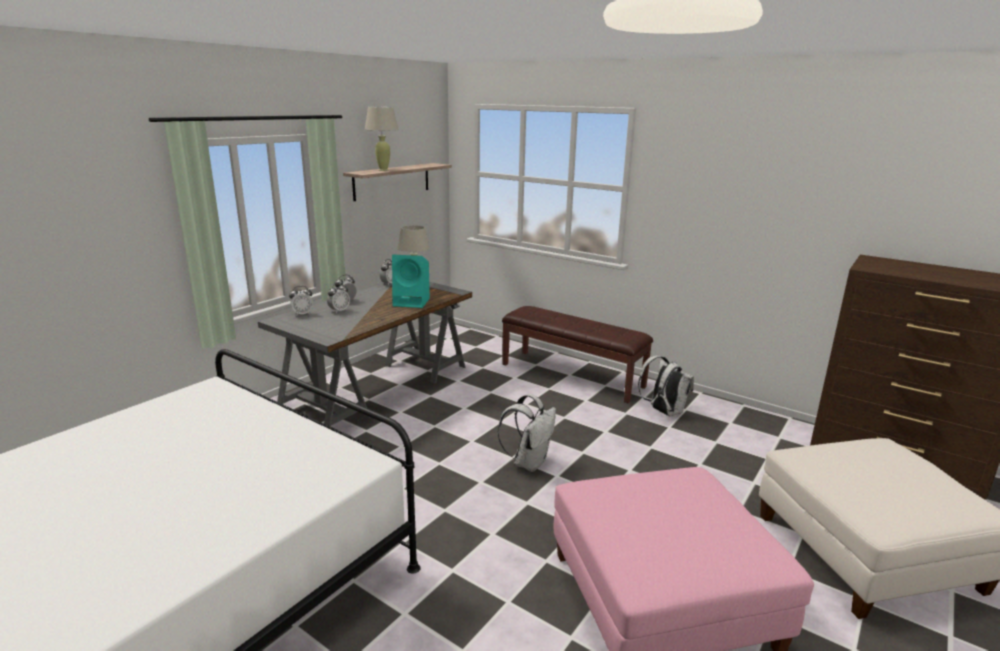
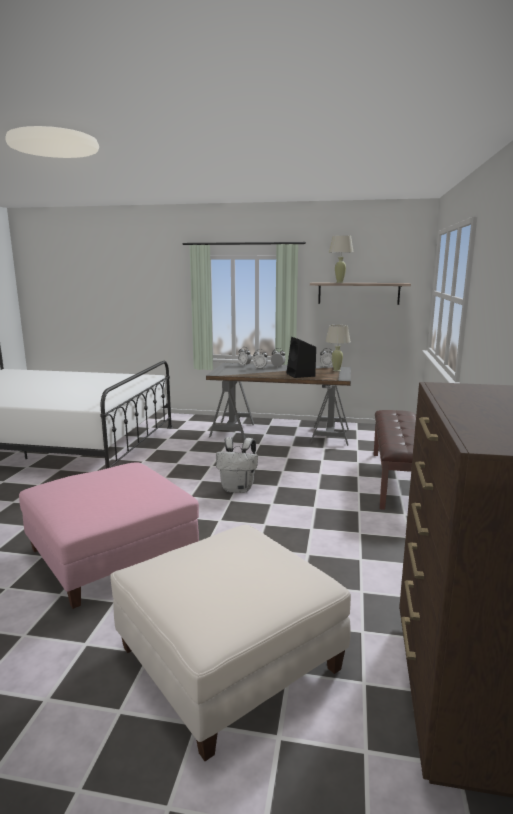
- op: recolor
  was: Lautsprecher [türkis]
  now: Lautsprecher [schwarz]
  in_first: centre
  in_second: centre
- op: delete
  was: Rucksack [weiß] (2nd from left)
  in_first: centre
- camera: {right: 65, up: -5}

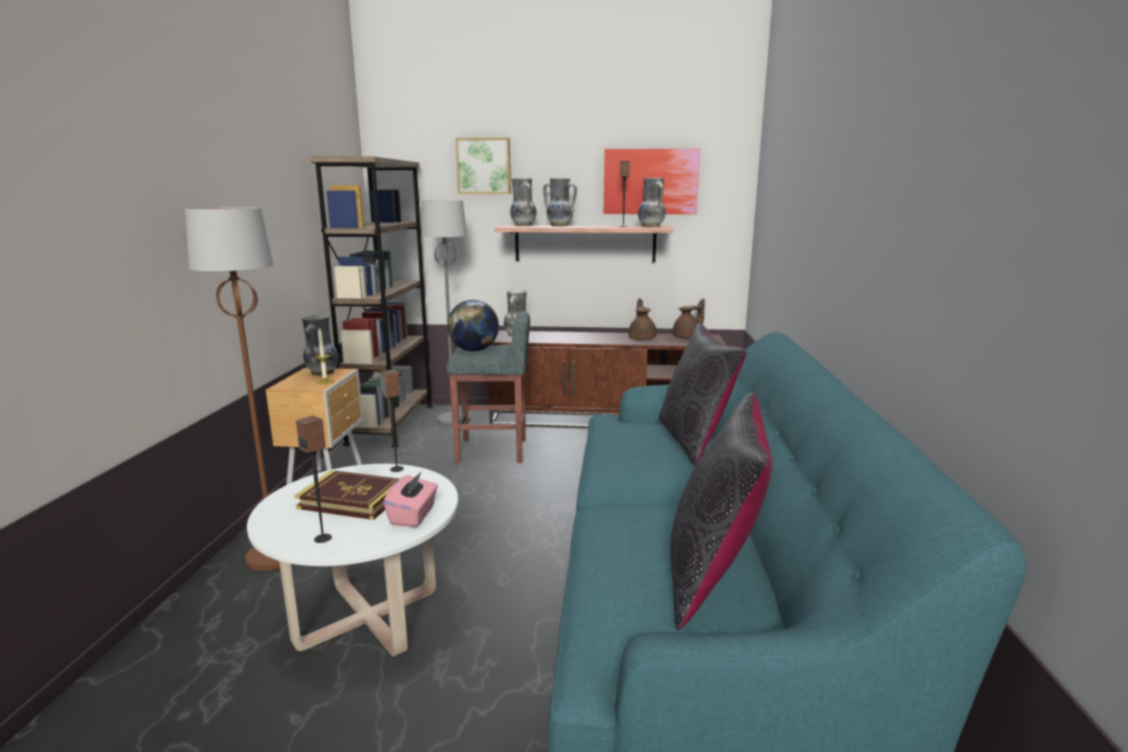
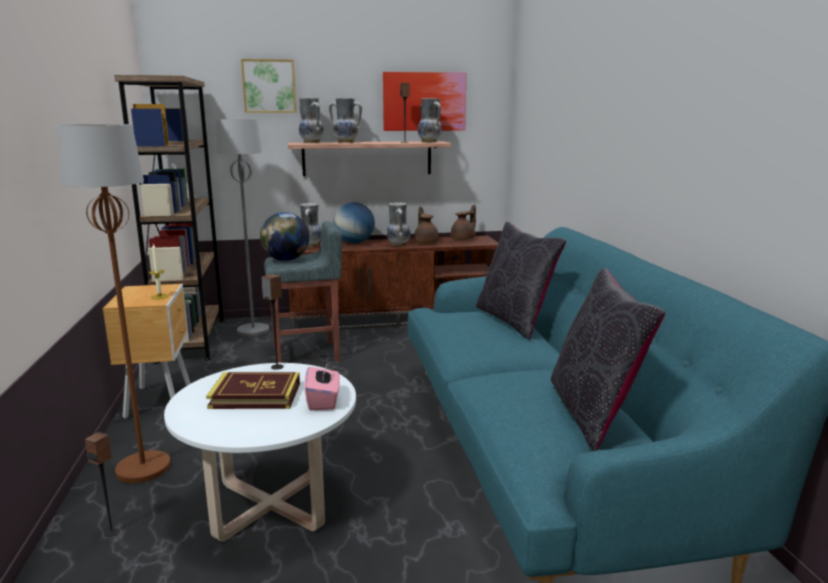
- op: move
  was: Lautsprecher (1st from left)
  in_first: middle left
  in_second: bottom left
- op: move
  was: Vase (1st from left in the first image)
  now: Vase (4th from left)
  in_first: middle left
  in_second: centre
- op: insert
  now: Globus (2nd from left)
  in_second: centre
- camera: {right: -15, up: 0}

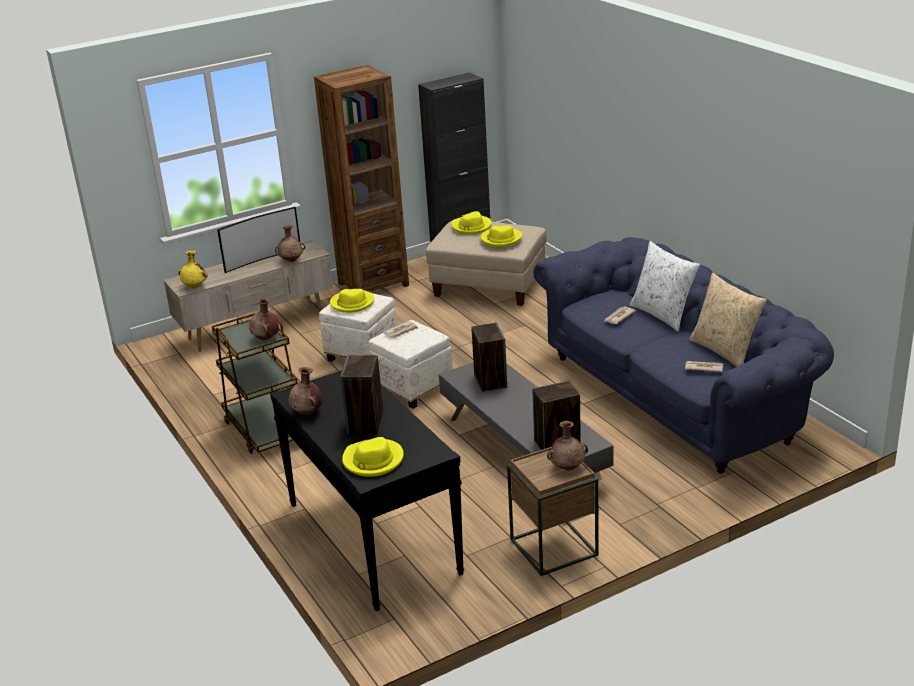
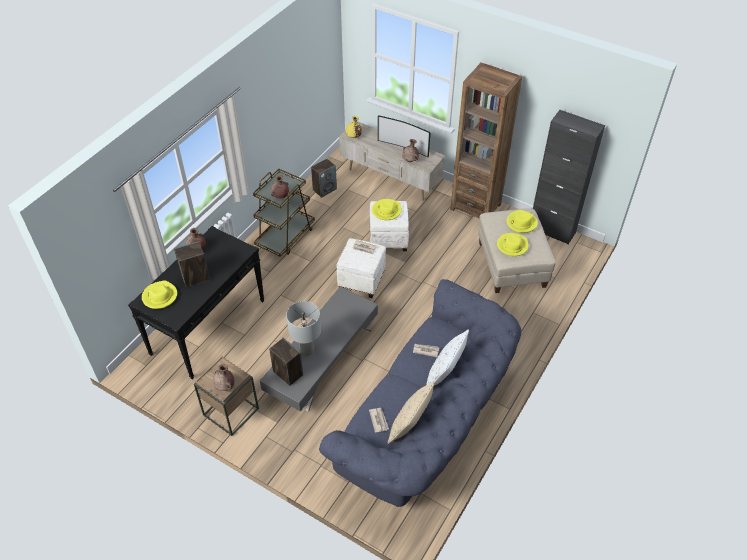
- op: move
  was: Lautsprecher (2nd from left in the first image)
  now: Lautsprecher (3rd from left)
  in_first: centre
  in_second: top centre
- op: insert
  now: Tischlampe [grau]
  in_second: centre
- camera: {right: 60, up: 20}

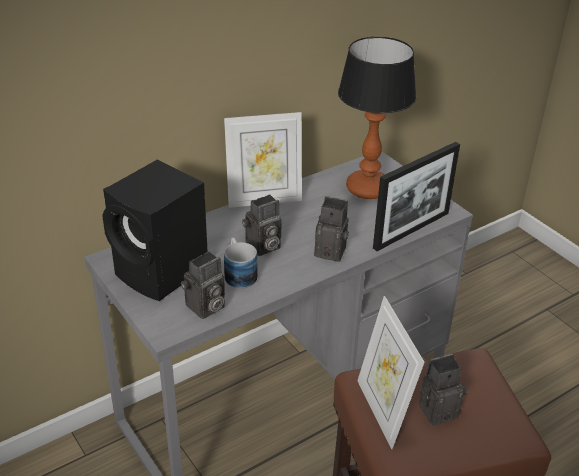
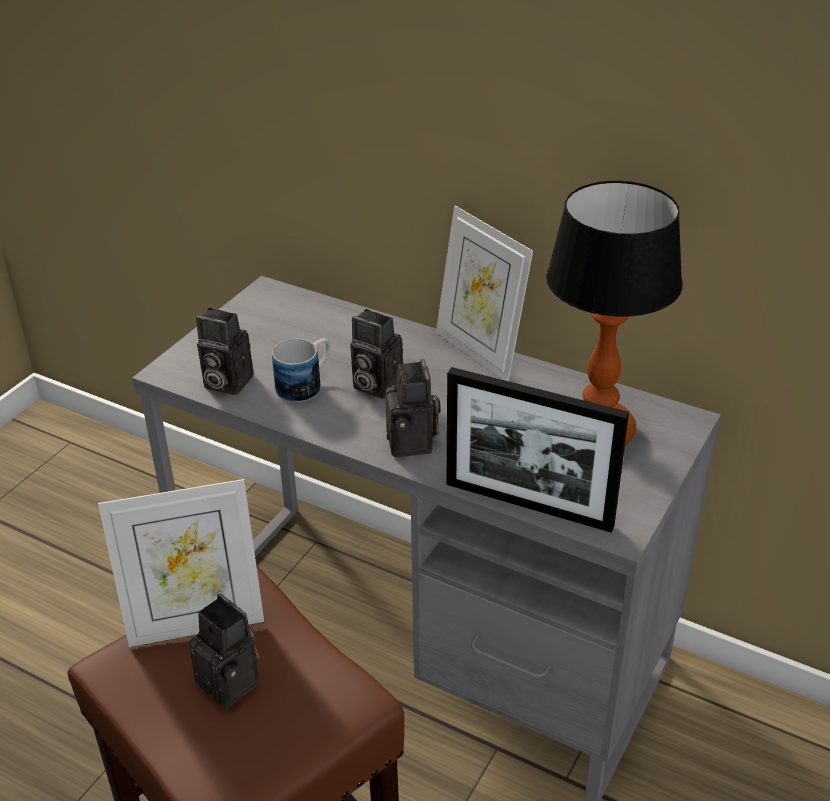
- op: delete
  was: Lautsprecher [schwarz]
  in_first: middle left
- op: rotate
  was: Bilderrahmen (2nd from left in the first image)
  in_first: bottom right
  in_second: bottom left
  clockwise: -150
- camera: {right: 65, up: 0}

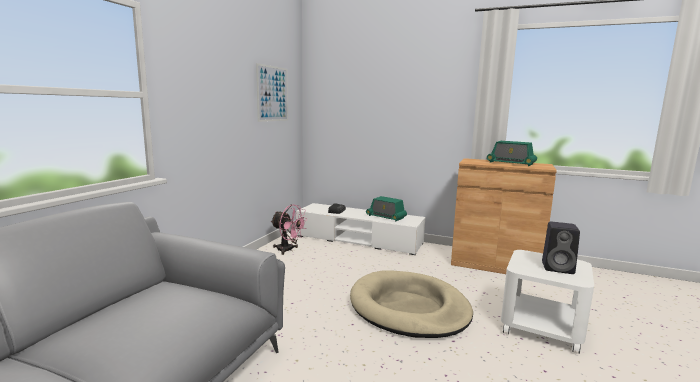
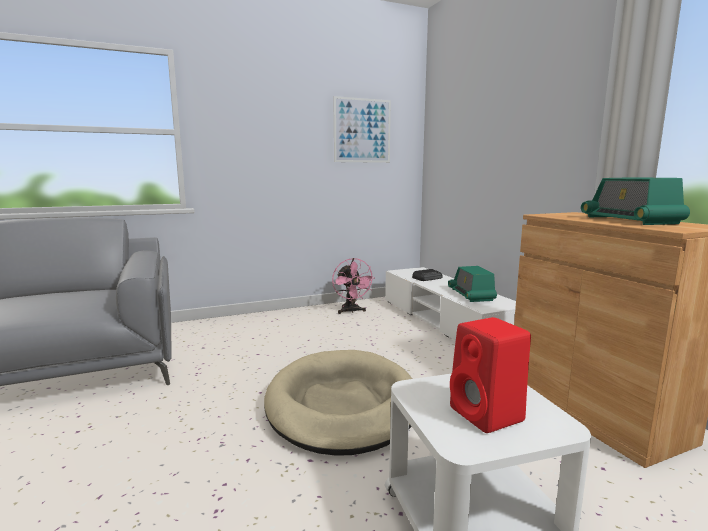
- op: recolor
  was: Lautsprecher [schwarz]
  now: Lautsprecher [rot]
  in_first: middle right
  in_second: bottom right
- camera: {right: 45, up: 0}

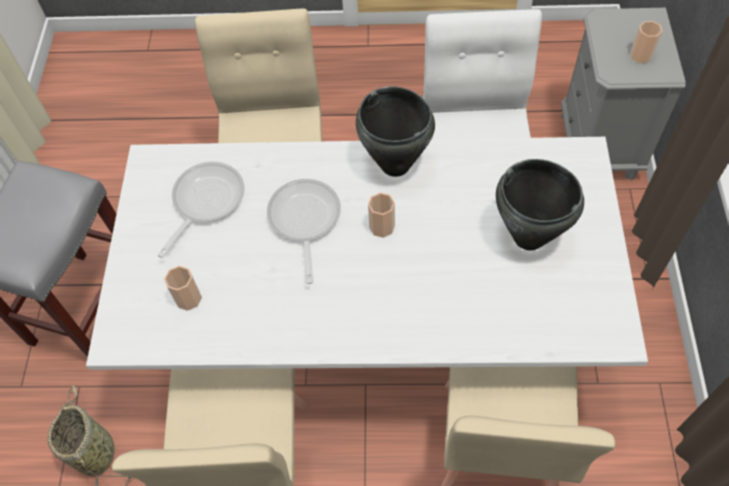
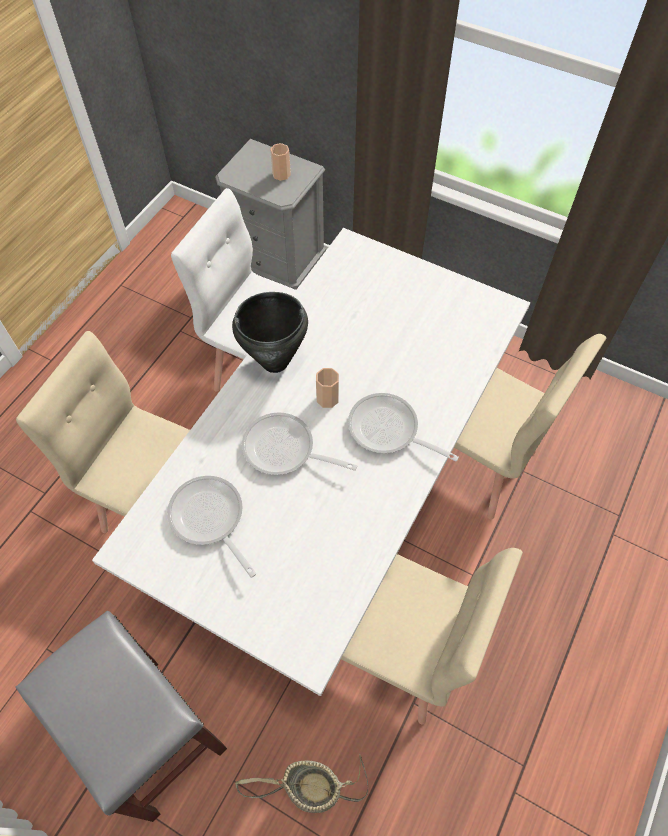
- op: delete
  was: Tasse (1st from left)
  in_first: middle left
- op: delete
  was: Kochtopf [schwarz] (2nd from left)
  in_first: middle right
- op: insert
  now: Pfanne (3rd from left)
  in_second: centre
- camera: {right: -65, up: 0}

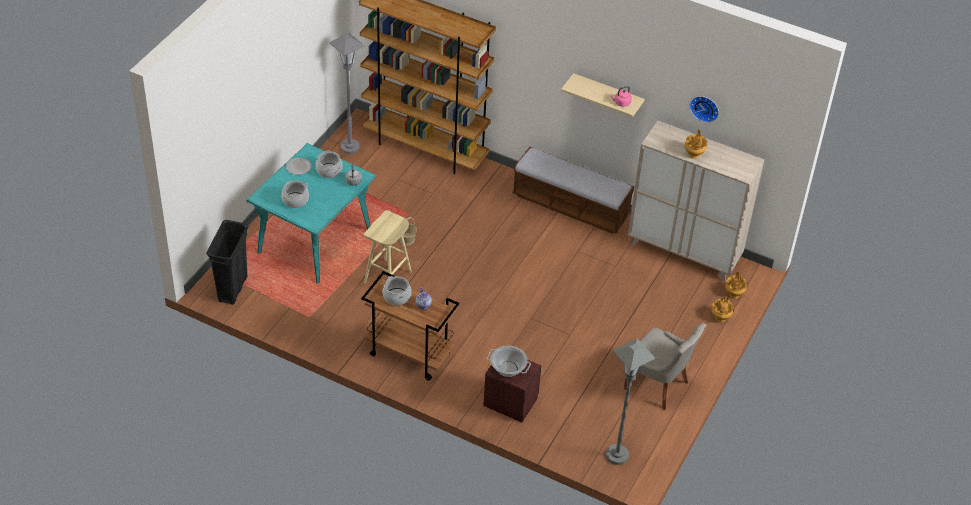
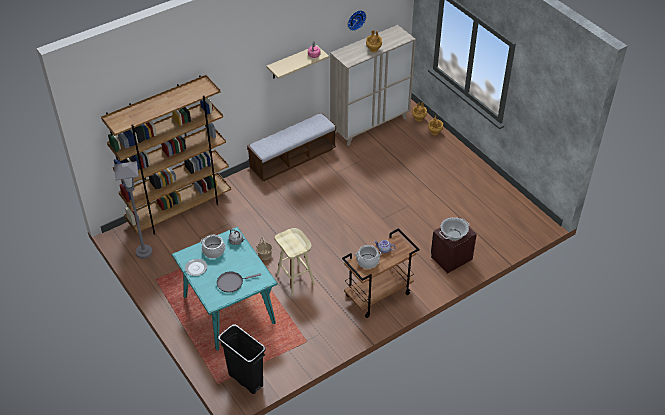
- op: replace
  was: Kochtopf (1st from left)
  now: Pfanne [grau]
  in_first: middle left
  in_second: bottom centre
- op: delete
  was: Stehlampe [grau] (2nd from left)
  in_first: bottom centre
- op: delete
  was: Stuhl [grau]
  in_first: bottom right
- camera: {right: -60, up: 0}

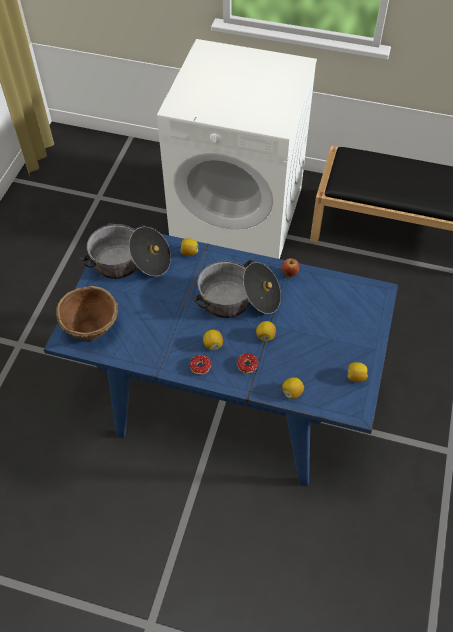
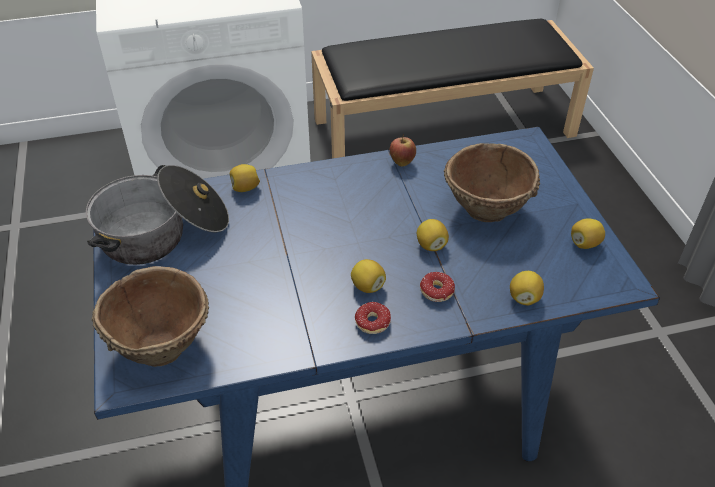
- op: delete
  was: Kochtopf (2nd from left)
  in_first: centre
- op: insert
  now: Schüssel [braun] (2nd from left)
  in_second: middle right
- camera: {right: -30, up: -10}

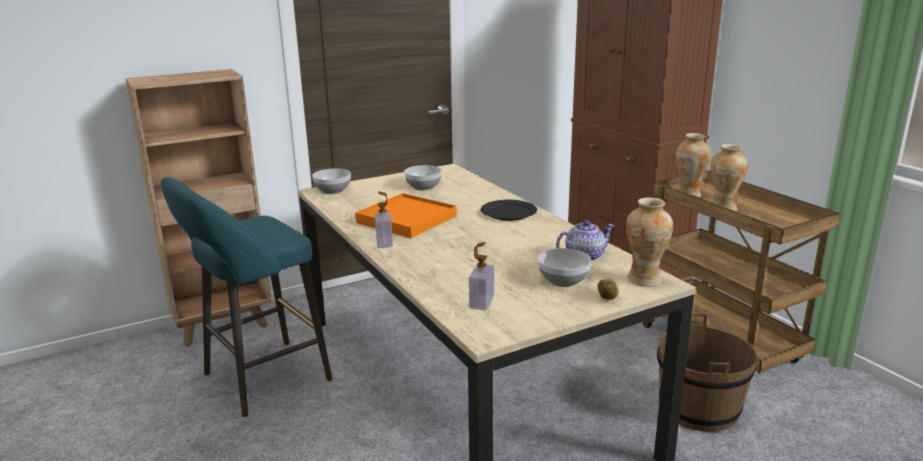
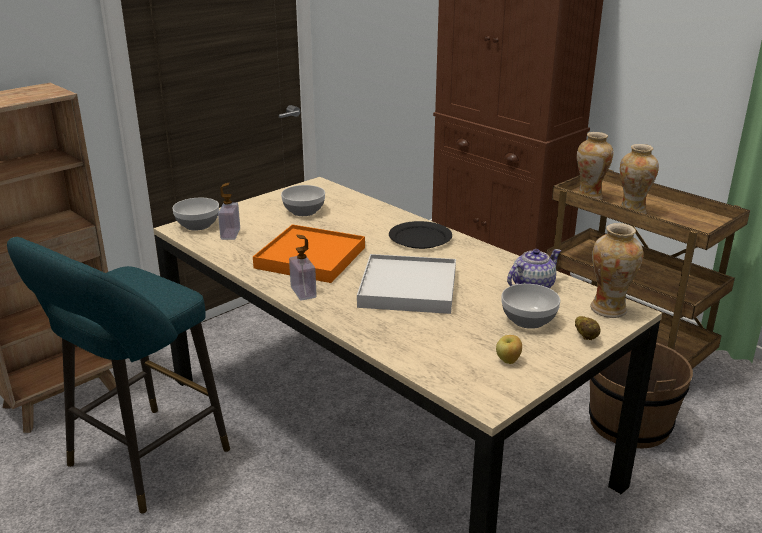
- op: move
  was: Seifenspender (2nd from left in the first image)
  now: Seifenspender (1st from left)
  in_first: centre
  in_second: middle left
- op: insert
  now: Tablett [weiß]
  in_second: centre
- op: insert
  now: Apfel
  in_second: middle right
- camera: {right: -15, up: 5}

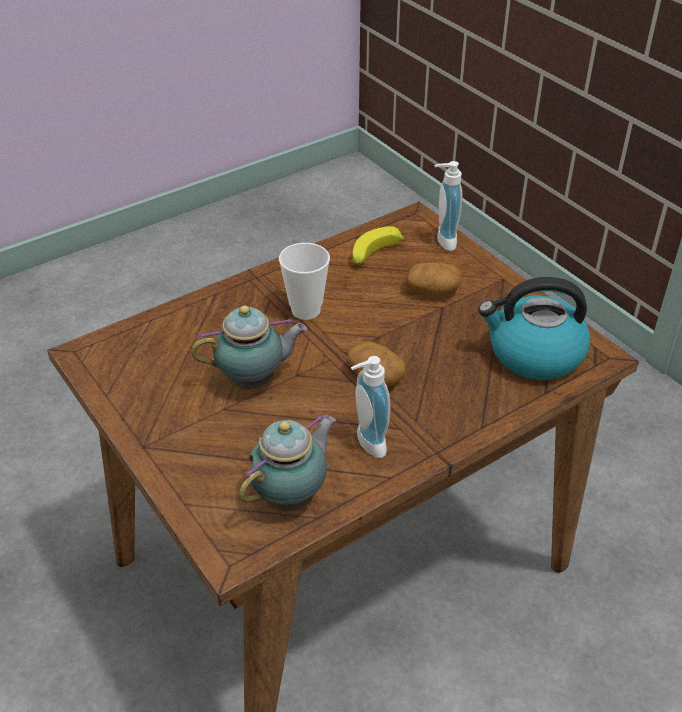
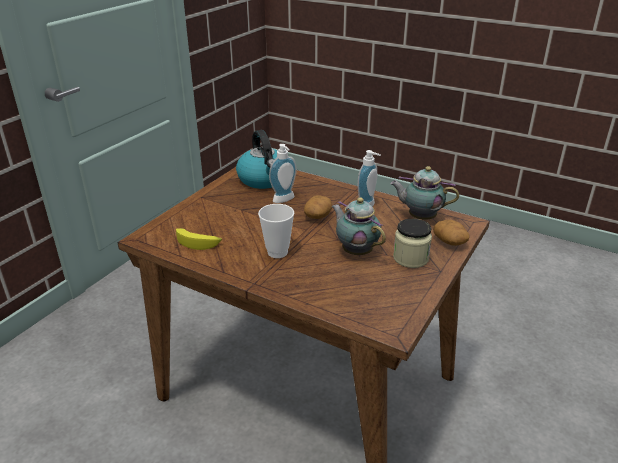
- op: move
  was: Kartoffel (2nd from left)
  in_first: centre
  in_second: middle right
- op: move
  was: Seifenspender (2nd from left in the first image)
  now: Seifenspender (1st from left)
  in_first: top centre
  in_second: centre
- op: insert
  now: Vorratsglas
  in_second: middle right
- camera: {right: -115, up: -10}

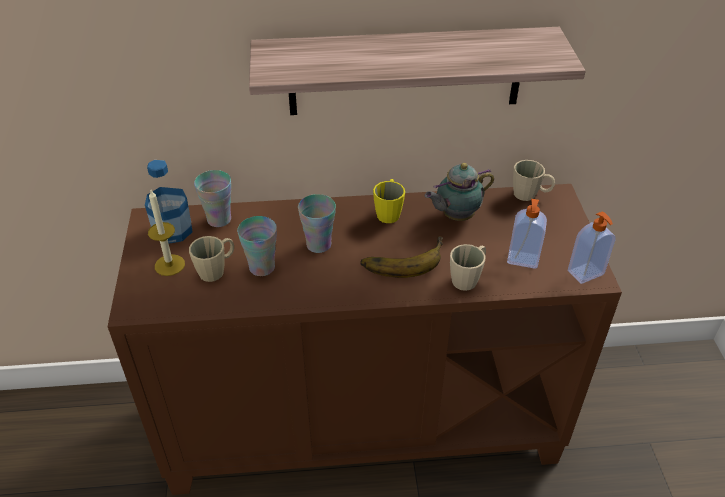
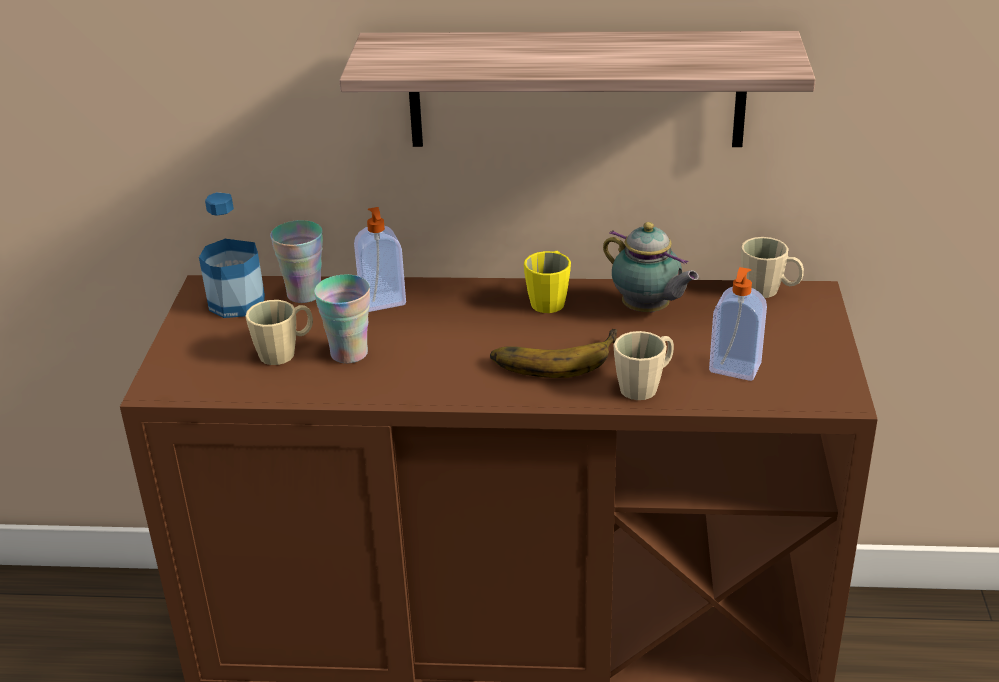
- op: delete
  was: Kerze
  in_first: middle left
- op: delete
  was: Tasse (3rd from left)
  in_first: centre
- op: rotate
  was: Teekanne
  in_first: centre
  in_second: centre
  clockwise: -120
- op: move
  was: Seifenspender (2nd from left in the first image)
  now: Seifenspender (1st from left)
  in_first: middle right
  in_second: centre
- camera: {right: 10, up: -10}

